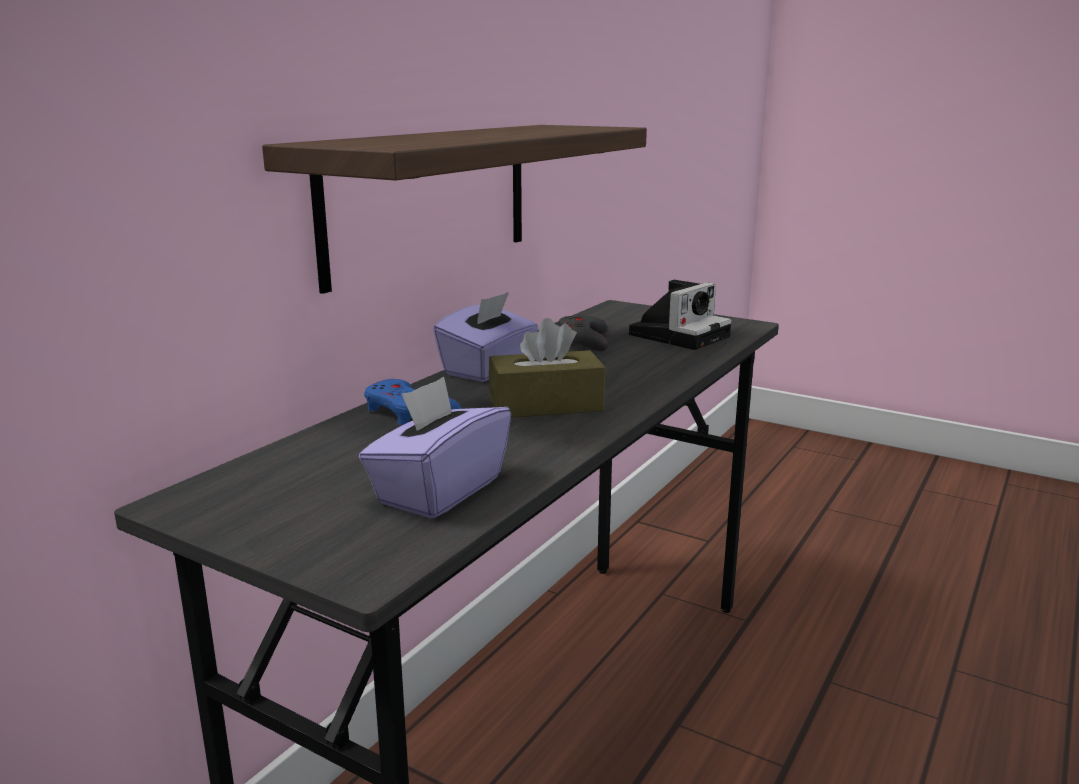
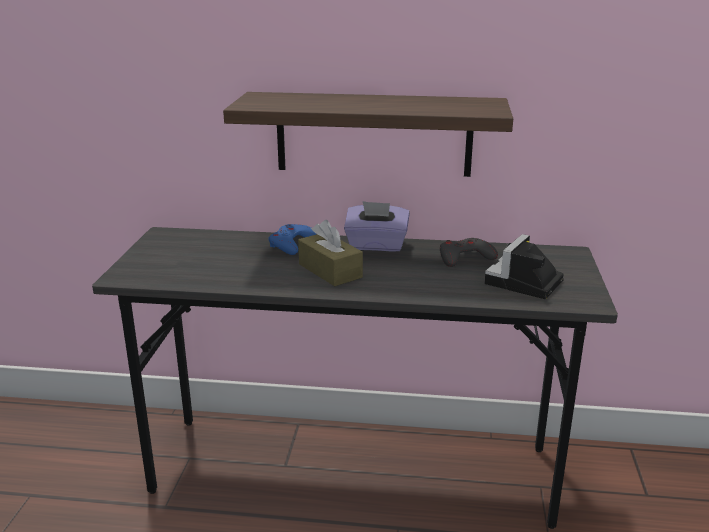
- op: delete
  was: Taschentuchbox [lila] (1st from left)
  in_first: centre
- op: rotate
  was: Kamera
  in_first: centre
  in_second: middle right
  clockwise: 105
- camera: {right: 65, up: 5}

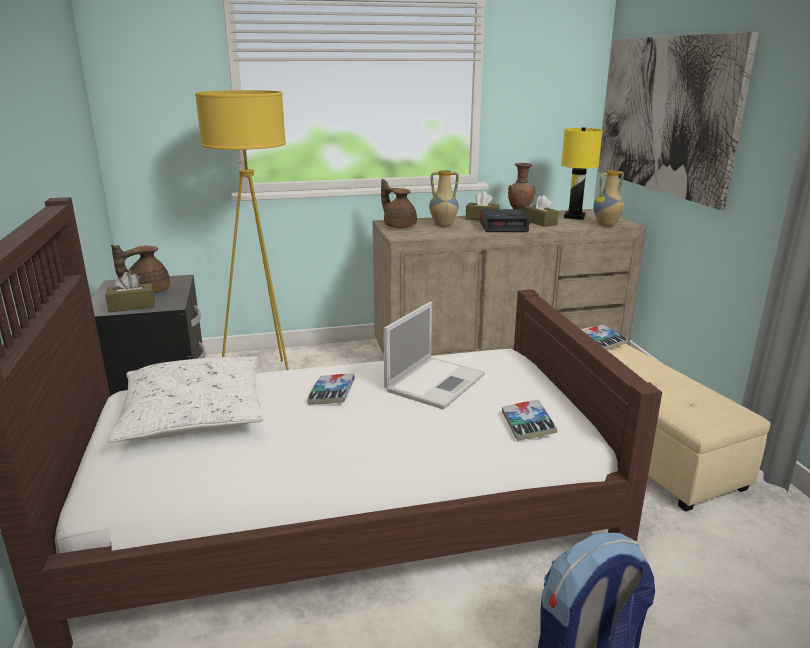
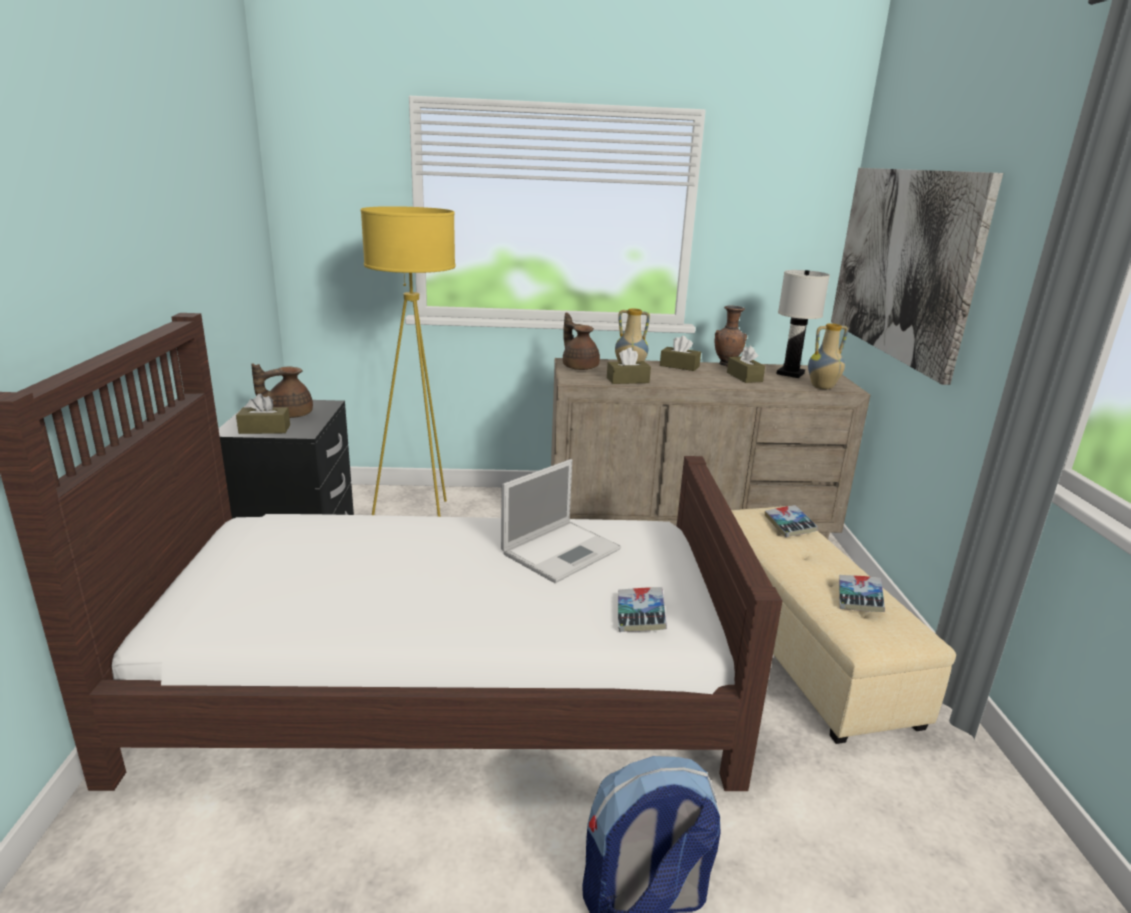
- op: delete
  was: Kissen [weiß]
  in_first: middle left
- op: move
  was: Buch (1st from left in the first image)
  now: Buch (3rd from left)
  in_first: centre
  in_second: middle right
- op: delete
  was: Wecker
  in_first: centre
- op: recolor
  was: Tischlampe [gelb]
  now: Tischlampe [weiß]
  in_first: top right
  in_second: middle right
- op: insert
  now: Taschentuchbox [braun] (2nd from left)
  in_second: centre
- camera: {right: 10, up: 0}

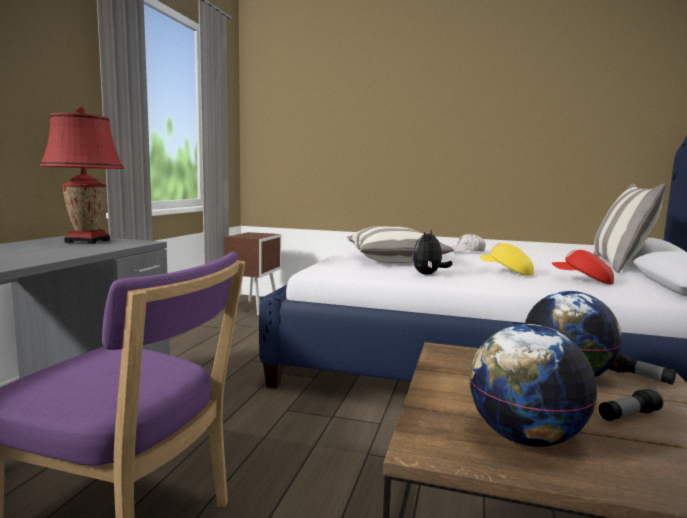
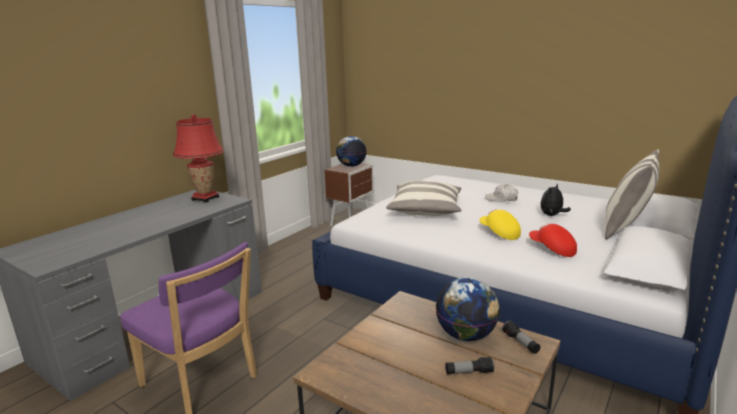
- op: move
  was: Plüschtier
  in_first: centre
  in_second: middle right
- op: move
  was: Globus (1st from left)
  in_first: bottom right
  in_second: centre
- camera: {right: 20, up: 10}

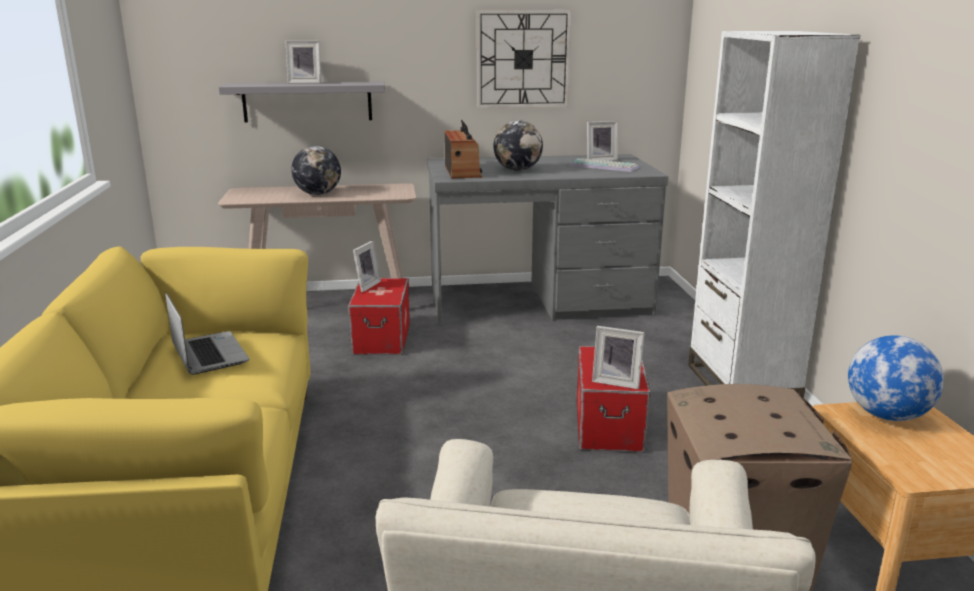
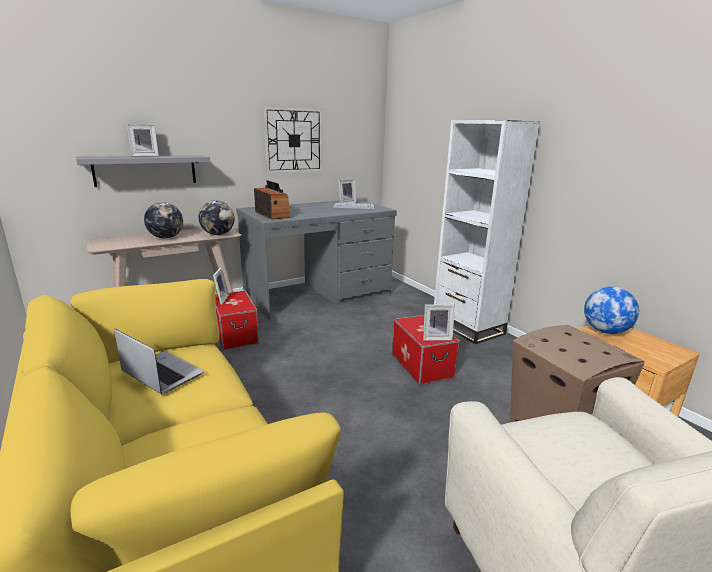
- op: move
  was: Globus (2nd from left)
  in_first: top centre
  in_second: middle left
- camera: {right: -25, up: 0}

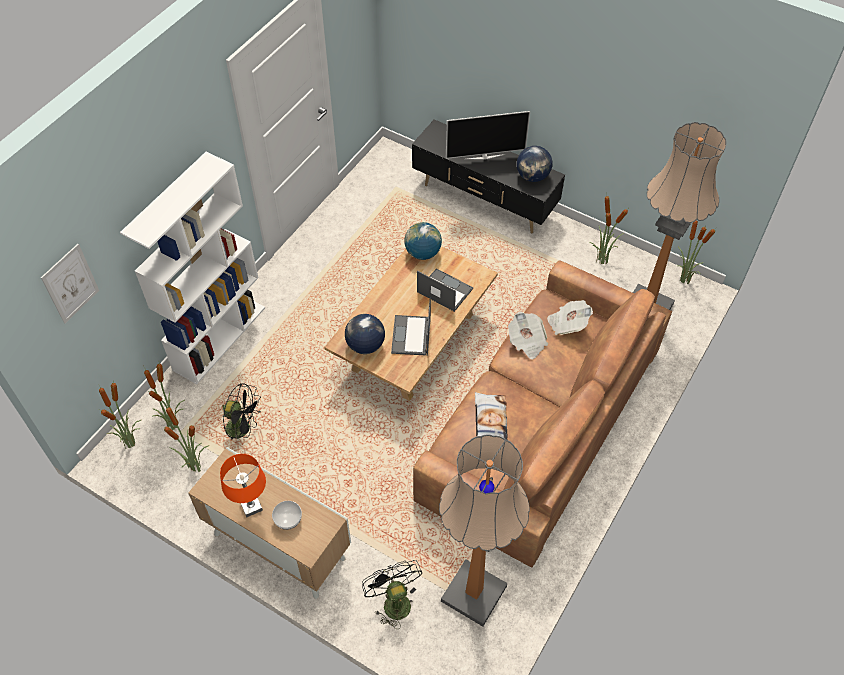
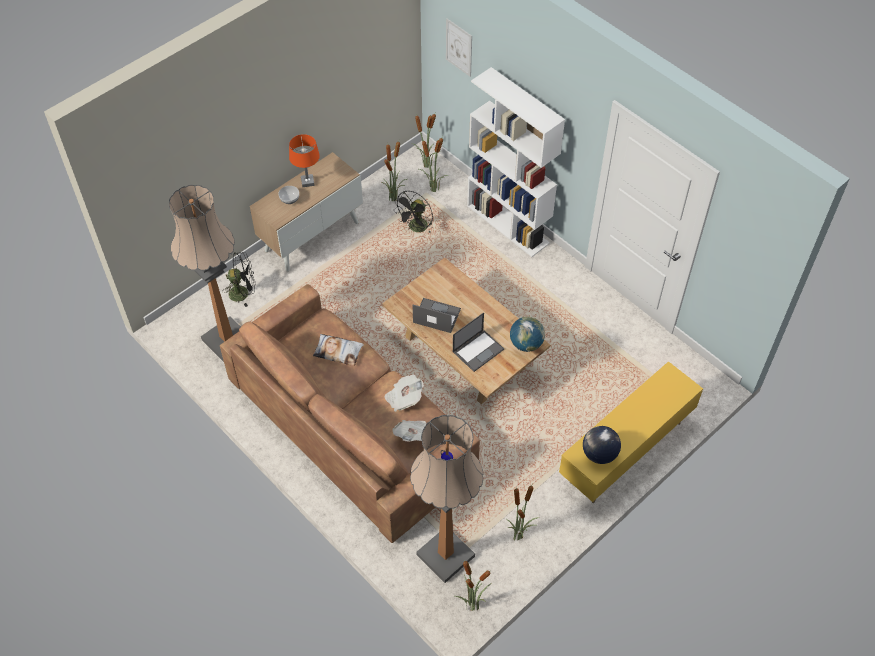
- op: delete
  was: Globus (1st from left)
  in_first: centre
- op: recolor
  was: Fernsehschrank [schwarz]
  now: Fernsehschrank [gelb]
  in_first: top centre
  in_second: middle right
- op: delete
  was: Fernseher
  in_first: top centre
- camera: {right: 105, up: 0}

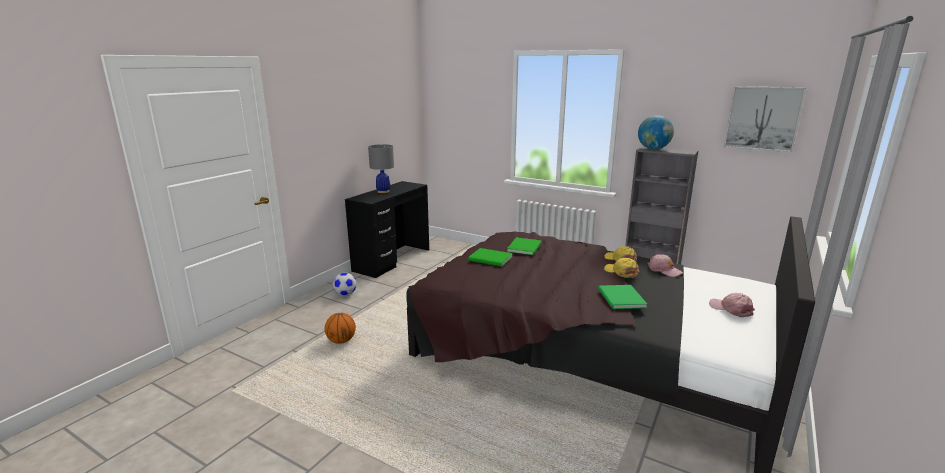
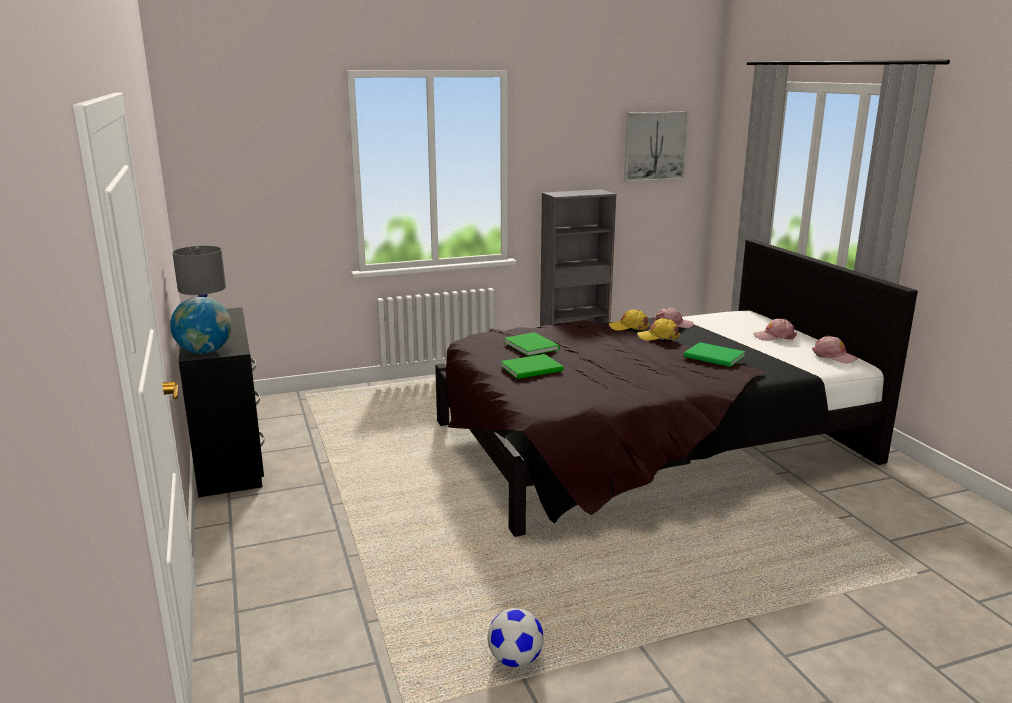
- op: delete
  was: Basketball
  in_first: bottom centre
- op: move
  was: Fußball
  in_first: centre
  in_second: bottom centre
- op: move
  was: Globus
  in_first: top right
  in_second: middle left
- op: insert
  now: Kappe [rosa] (3rd from left)
  in_second: middle right
- camera: {right: -50, up: 0}

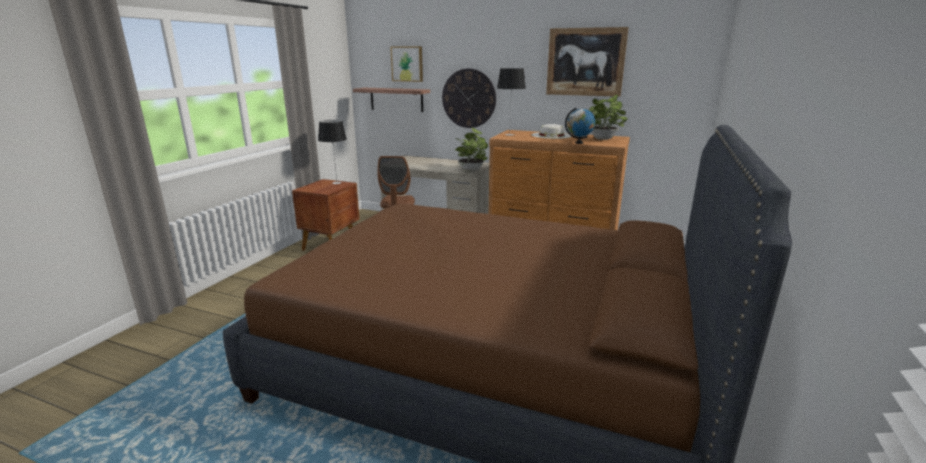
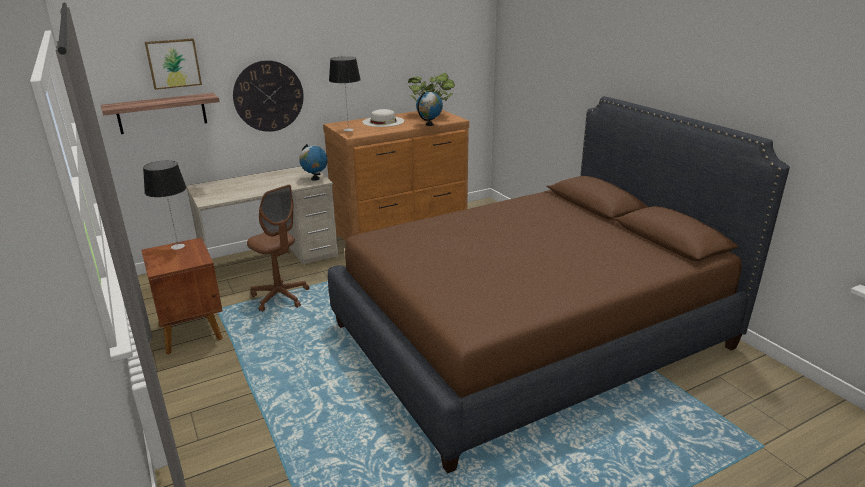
- op: replace
  was: Topfpflanze (1st from left)
  now: Globus (1st from left)
  in_first: top centre
  in_second: top centre
- op: delete
  was: Bild (2nd from left)
  in_first: top centre
- camera: {right: -50, up: 5}

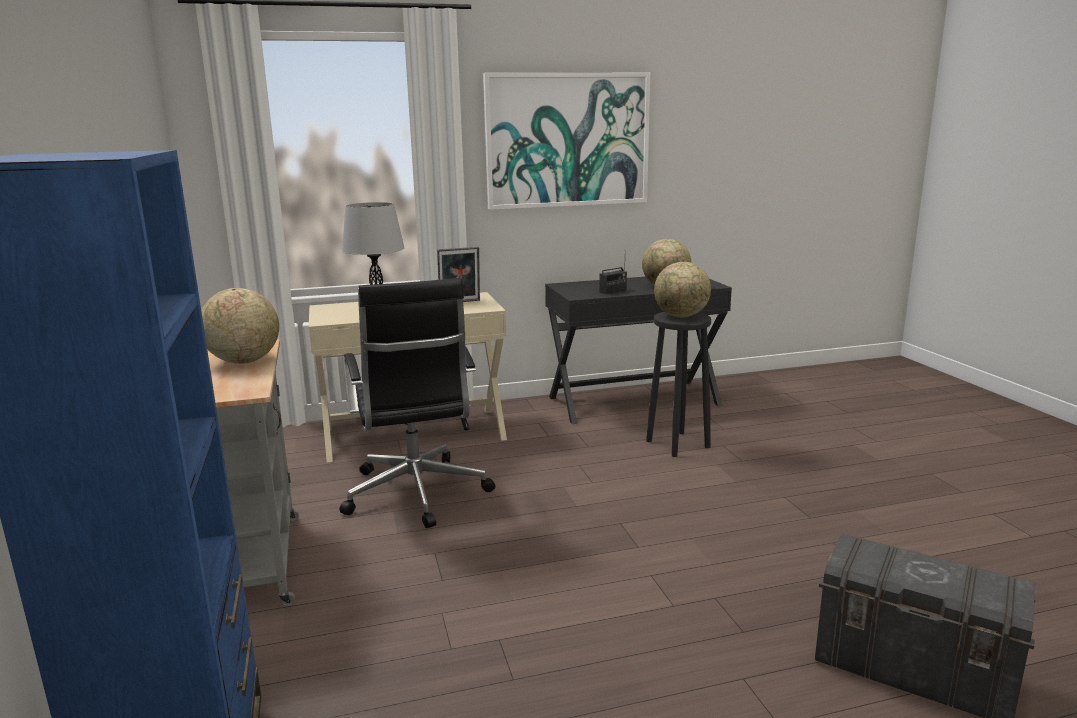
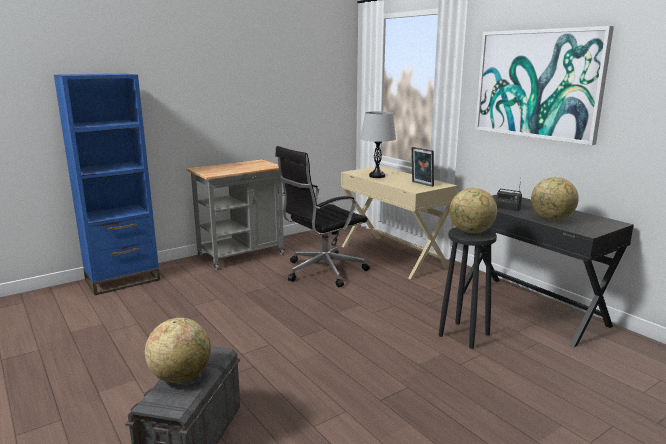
- op: move
  was: Globus (1st from left)
  in_first: middle left
  in_second: bottom left
- camera: {right: 70, up: 0}

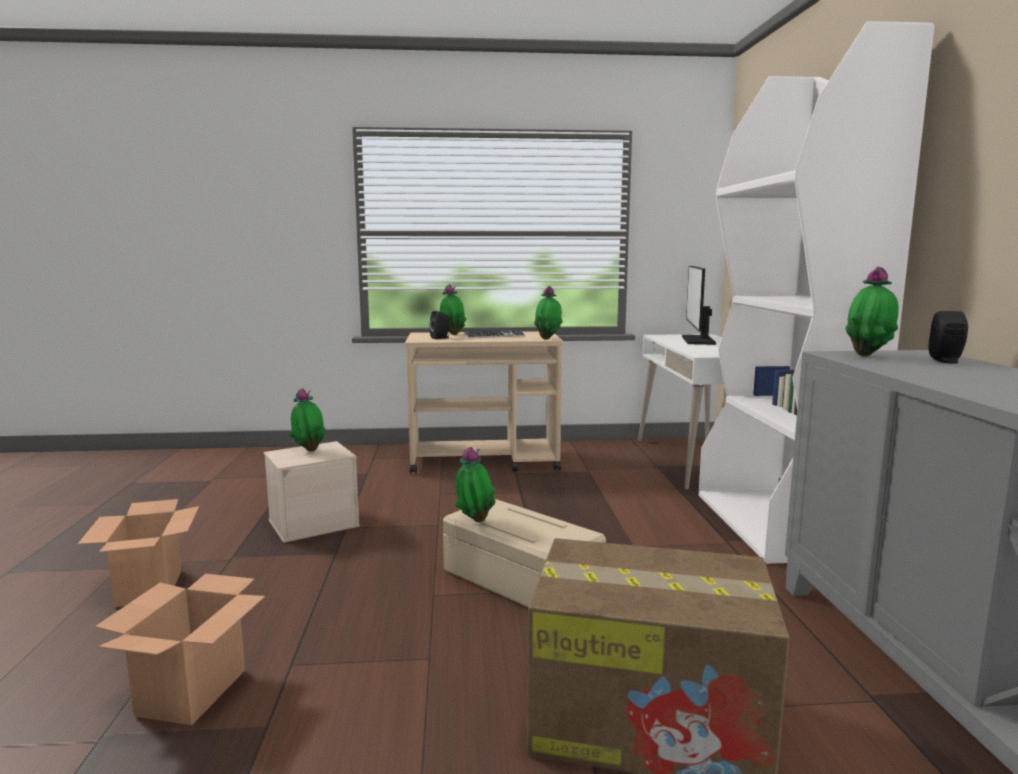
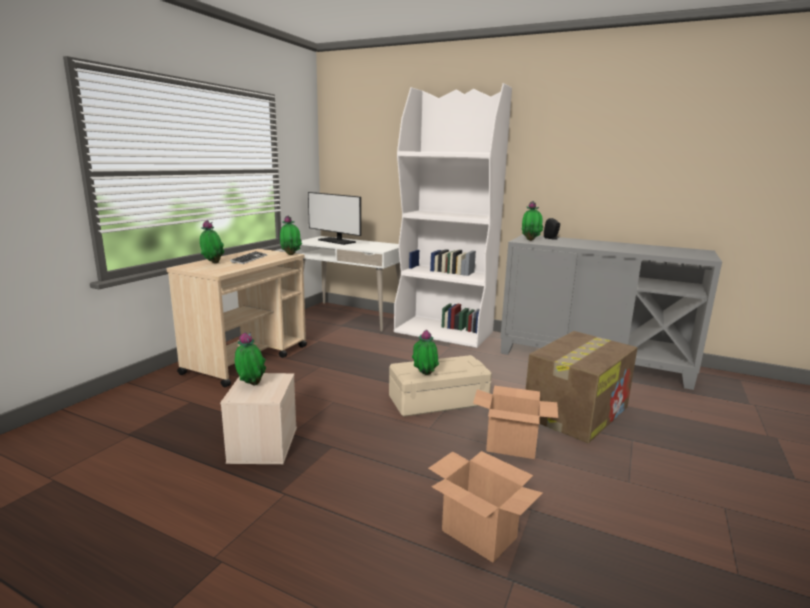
- op: move
  was: Karton (1st from left in the first image)
  now: Karton (2nd from left)
  in_first: bottom left
  in_second: bottom centre
- op: delete
  was: Lautsprecher [schwarz] (1st from left)
  in_first: centre
- camera: {right: -60, up: 5}

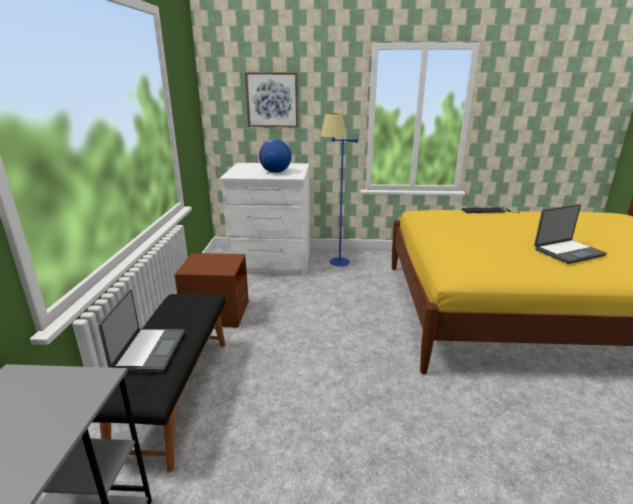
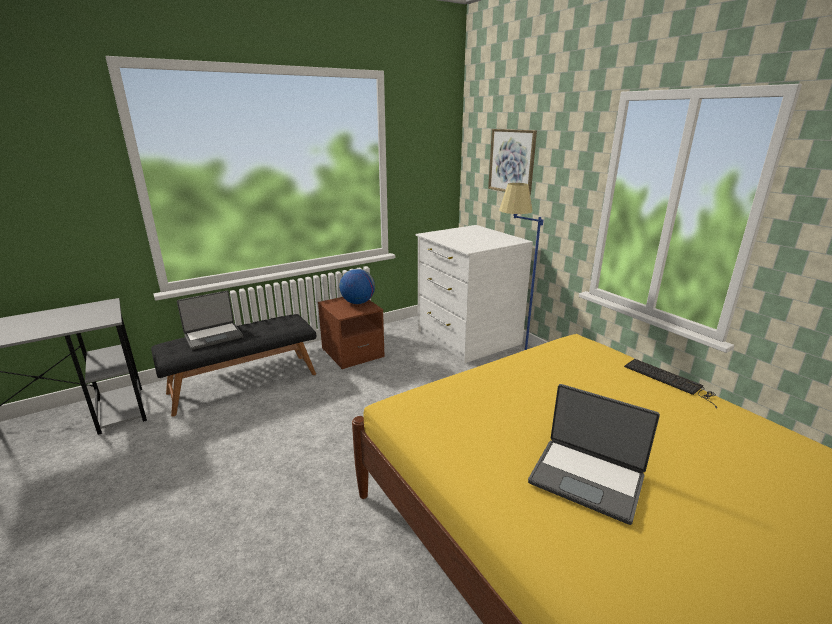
- op: move
  was: Globus
  in_first: top centre
  in_second: centre
- camera: {right: 55, up: 0}

